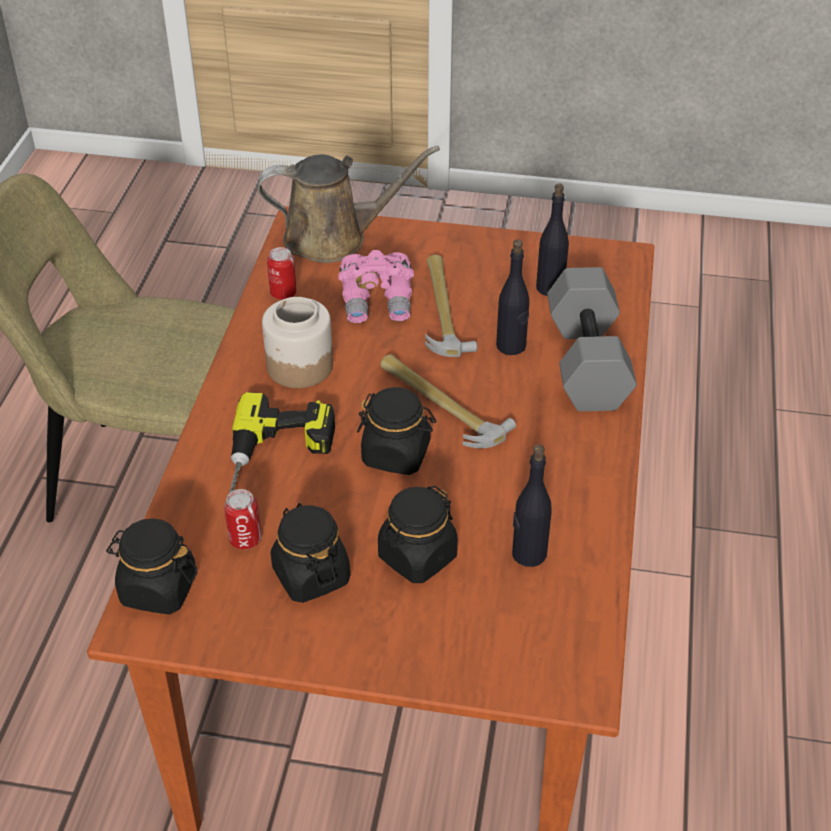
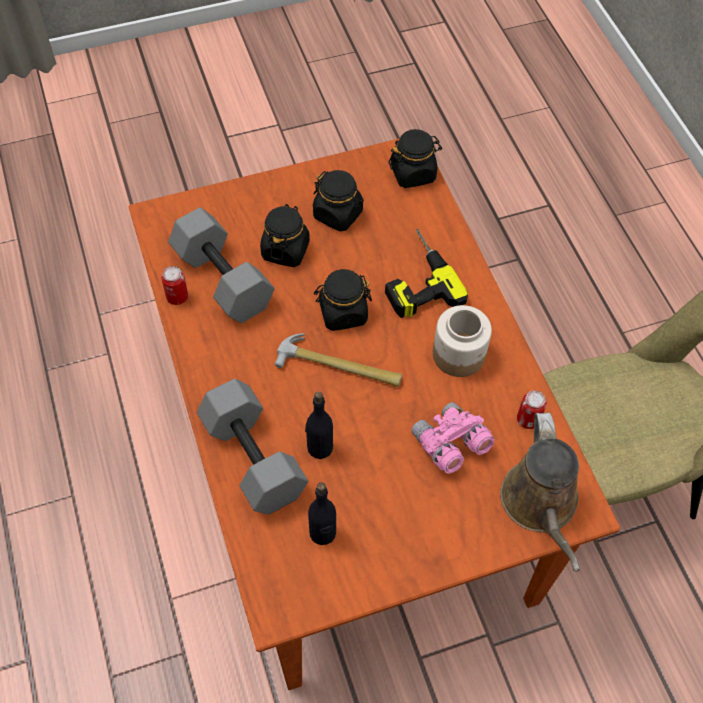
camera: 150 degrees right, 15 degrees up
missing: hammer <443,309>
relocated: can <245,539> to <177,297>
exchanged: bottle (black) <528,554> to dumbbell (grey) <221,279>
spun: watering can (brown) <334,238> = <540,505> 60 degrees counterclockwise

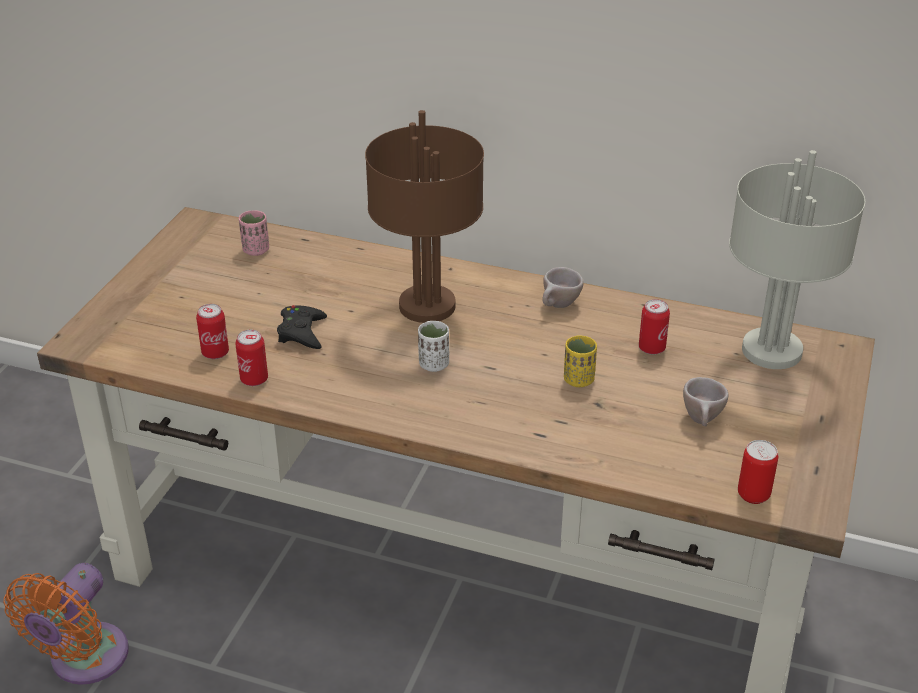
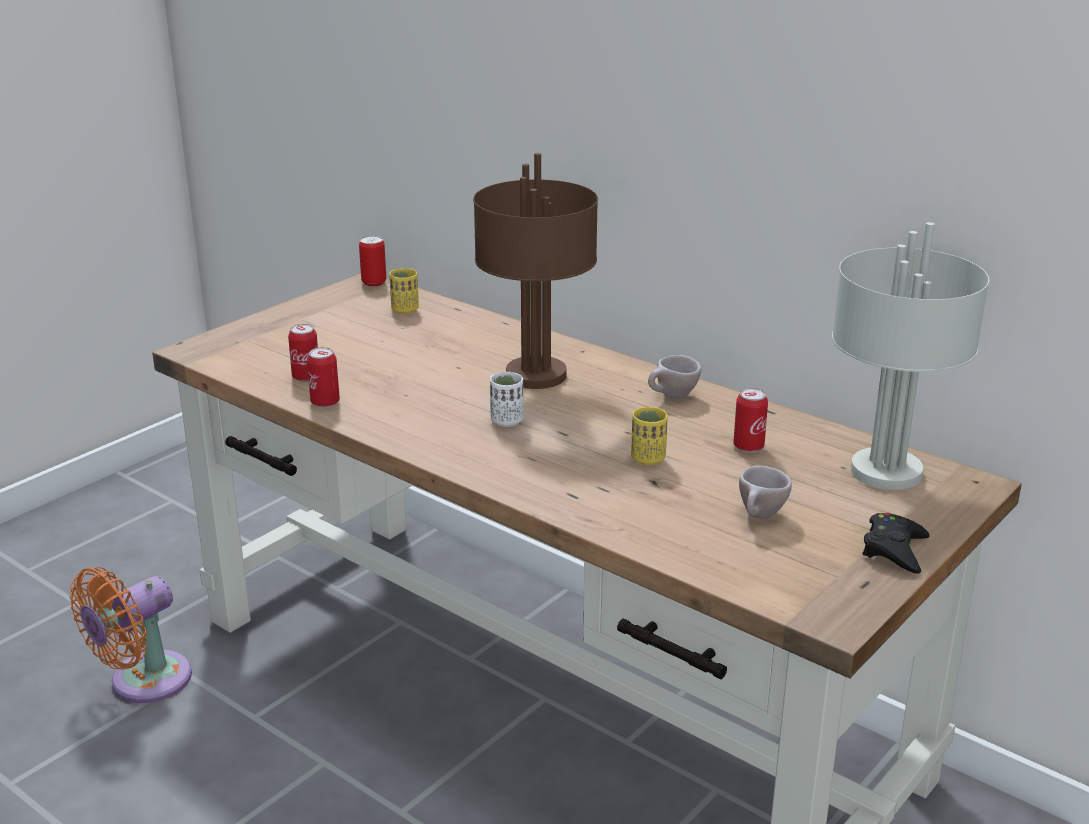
camera: 20 degrees right, 10 degrees down
relocated: game controller (black) <302,332> to <894,550>; can <753,495> to <374,282>
colour: cup (pink) <256,250> to cup (yellow) <405,310>

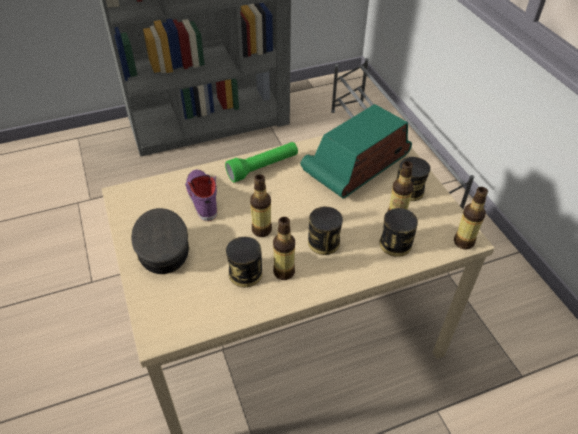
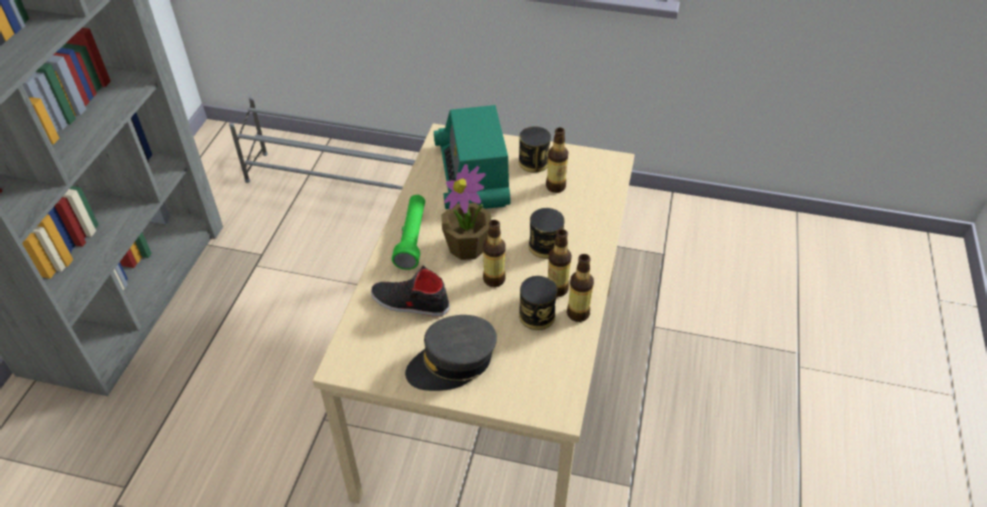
camera: 55 degrees left, 0 degrees up
missing: can <395,244>
appeared: potted plant <467,247>
relocated: bottle <463,242> to <578,313>
colour: shoe (purple) <201,198> to shoe (black) <410,303>
spun: cap (grey) <162,248> = <452,362> 45 degrees counterclockwise

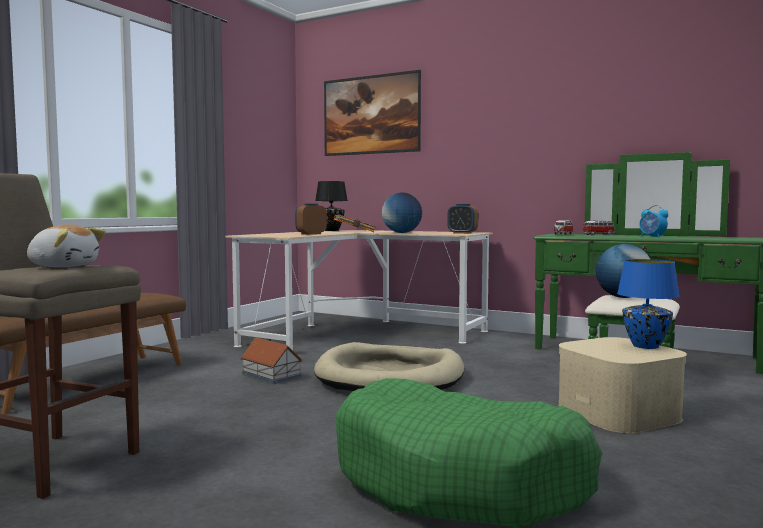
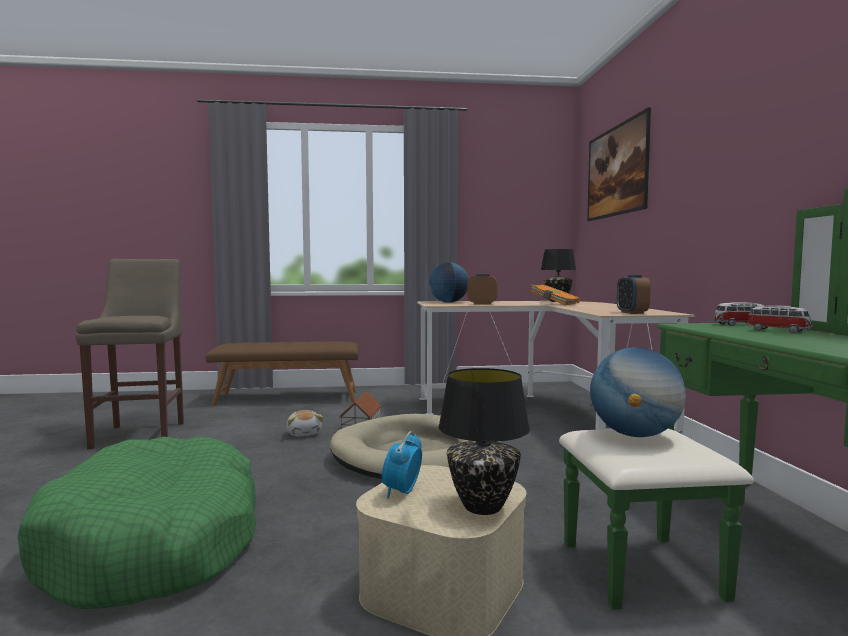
camera: 55 degrees right, 0 degrees up
relocated: plush toy <64,266> to <304,433>; globe <401,233> to <448,302>; alarm clock <652,237> to <402,492>
colour: table lamp (blue) <645,346> to table lamp (black) <483,506>

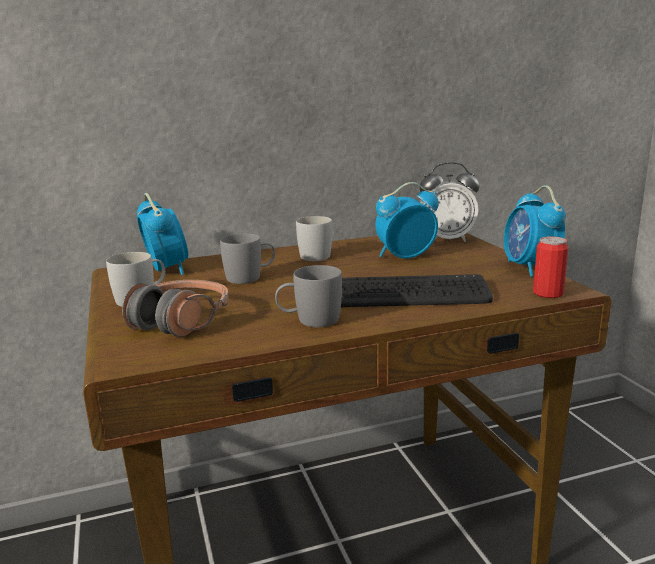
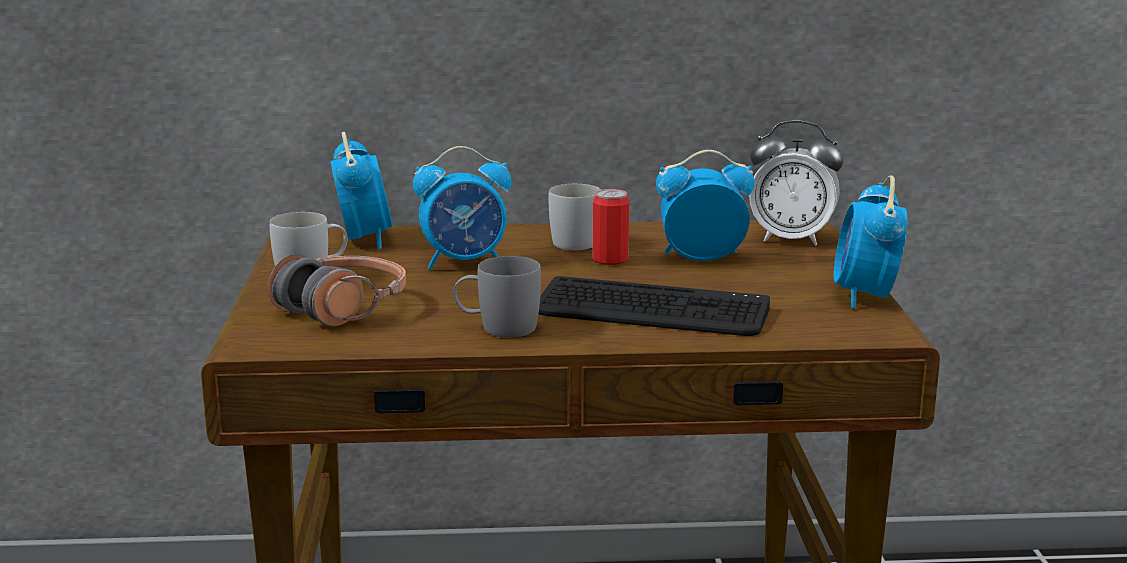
camera: 15 degrees right, 0 degrees up
relocated: can <548,293> to <610,259>
exchanged: mug (grey) <250,277> to alarm clock <465,263>

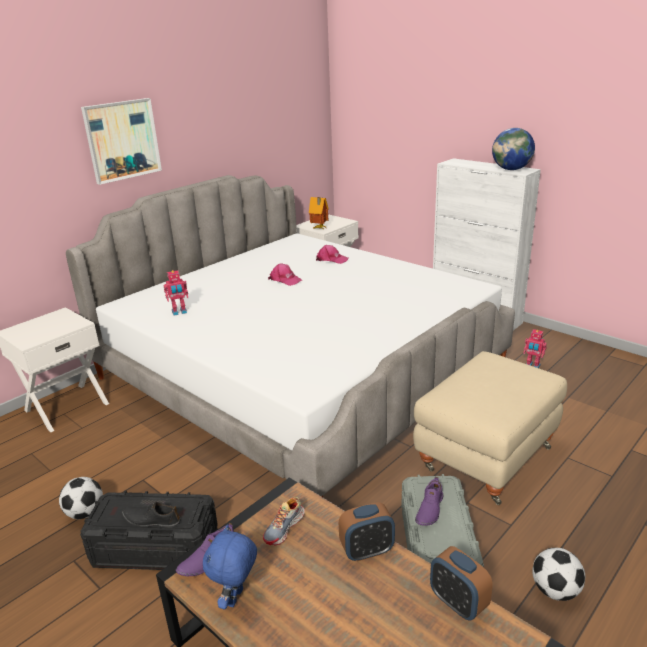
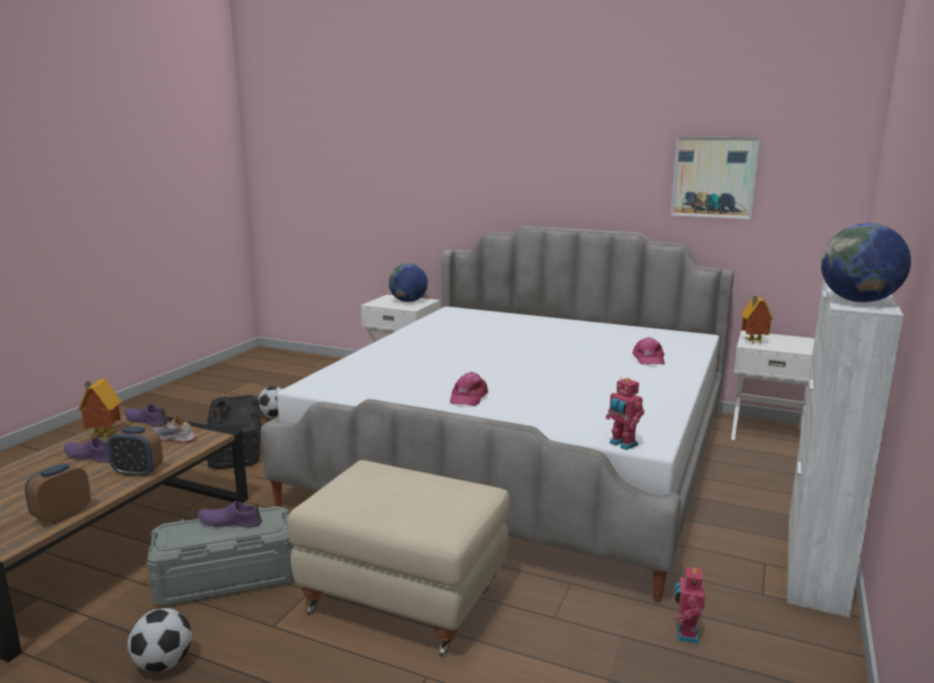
camera: 70 degrees right, 10 degrees down
appeared: shoe (purple) <90,456>; globe <408,301>
relocated: picture <122,140> to <714,177>; toy robot <179,312> to <622,444>; cap (pink) <285,280> to <468,397>
exchanged: plush toy (blue) <236,598> to toy house <102,435>
spun: alarm clock <367,551> = <138,472> 45 degrees counterclockwise

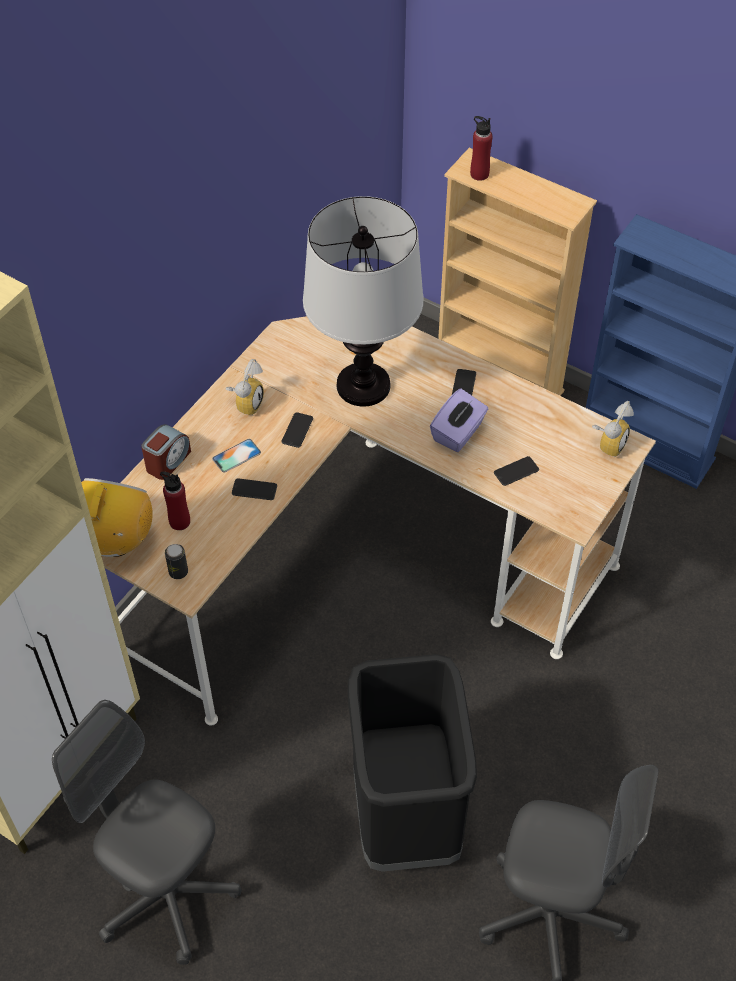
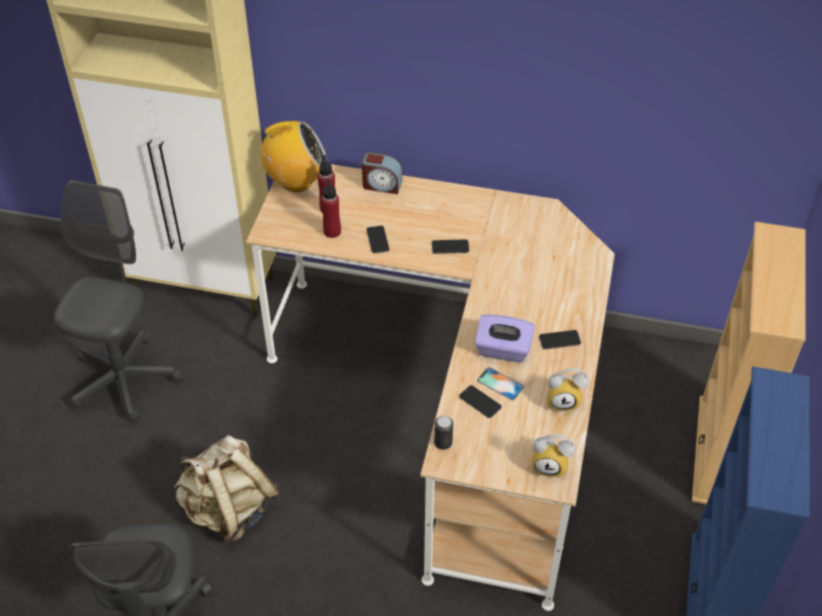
camera: 70 degrees right, 5 degrees down
missing: table lamp <362,385>
relocated: can <178,572> to <443,443>; phone <236,456> to <500,384>; alarm clock <246,403> to <563,400>; bottle (red) <479,174> to <332,231>
exchanged: trash can (black) <407,816> to backpack (beige) <229,510>

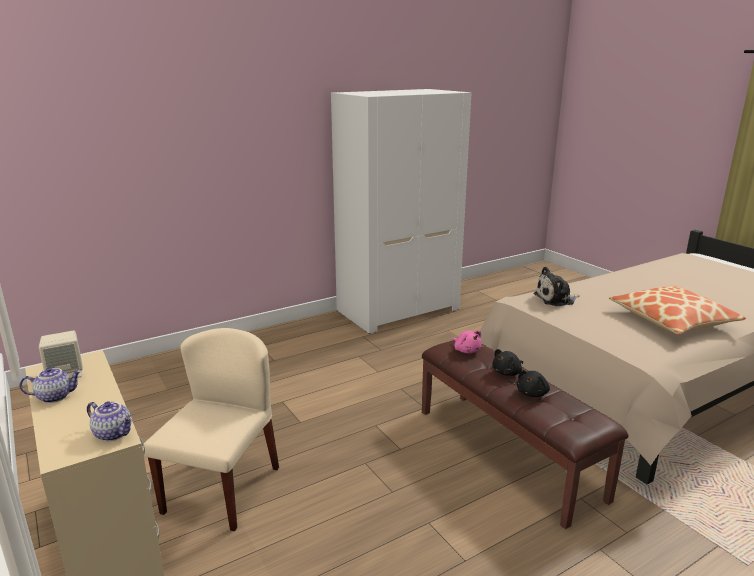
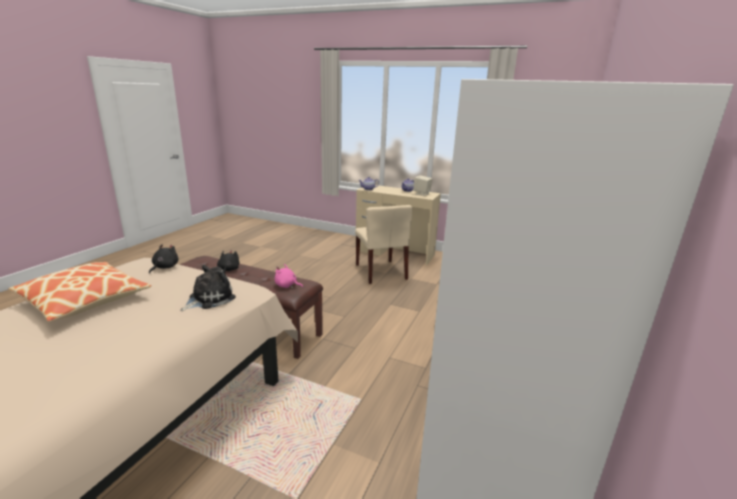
camera: 145 degrees right, 0 degrees up
relocated: plush toy (black) <507,373> to <164,267>

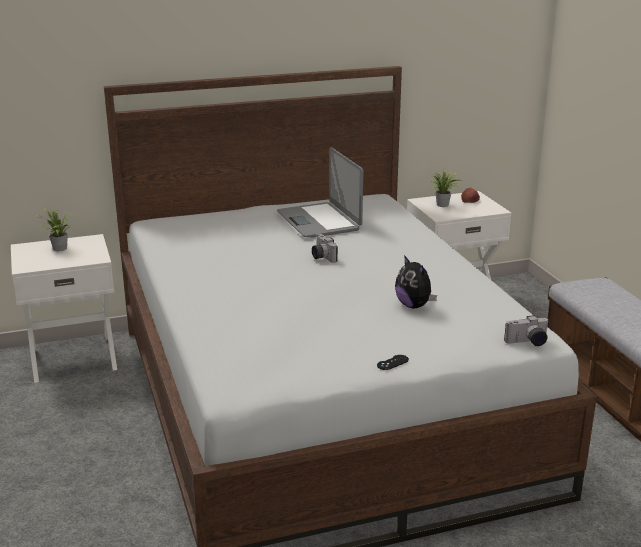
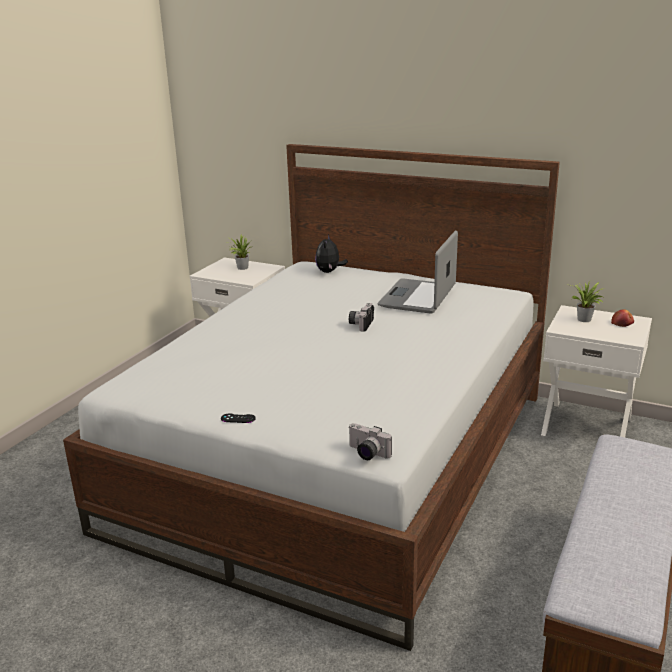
camera: 45 degrees right, 0 degrees up
relocated: plush toy <414,305> to <329,272>

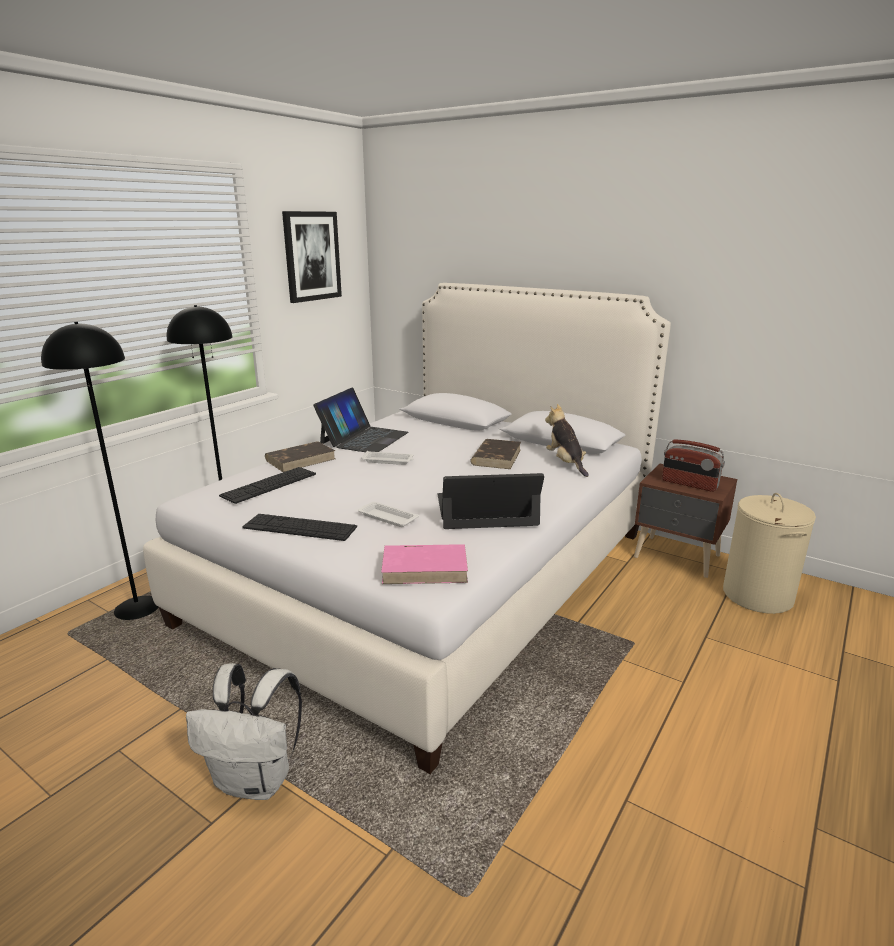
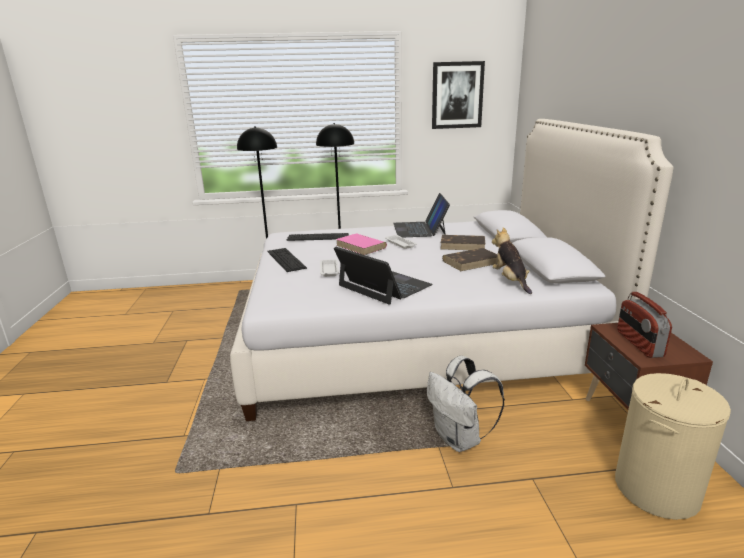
camera: 50 degrees right, 0 degrees up
relocated: backpack (white) <256,780> to <460,439>; book (brown) <301,459> to <463,245>; book (pink) <425,568> to <361,246>
spun: laptop <364,438> = <419,229> 105 degrees clockwise; plush toy <565,463> = <510,281> 45 degrees counterclockwise

